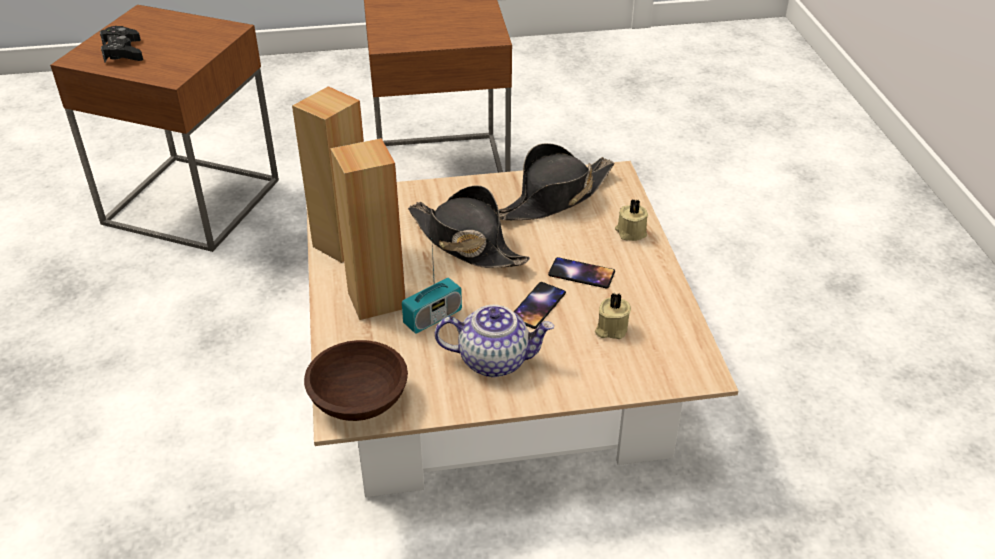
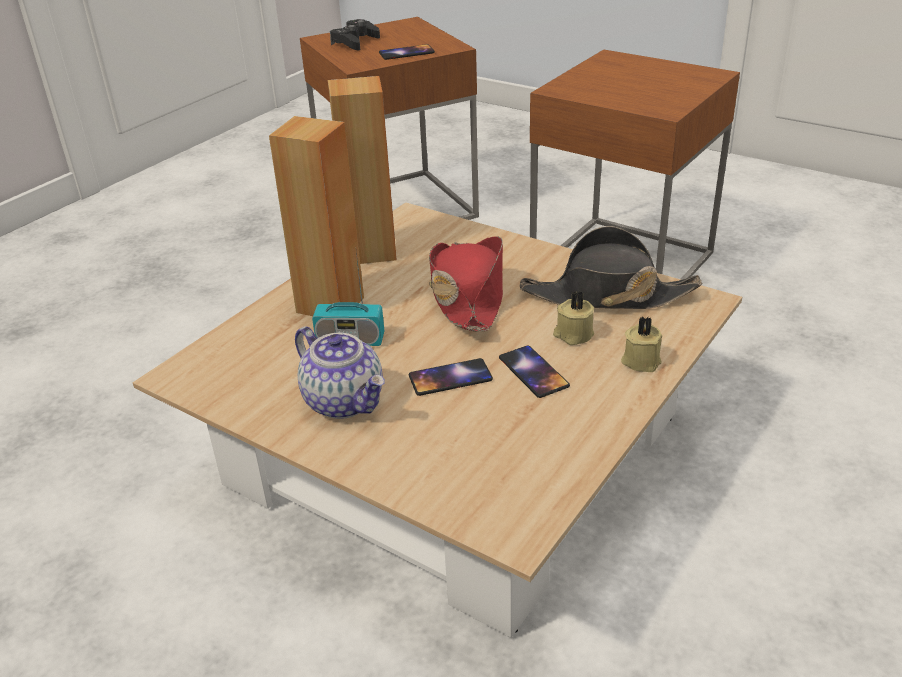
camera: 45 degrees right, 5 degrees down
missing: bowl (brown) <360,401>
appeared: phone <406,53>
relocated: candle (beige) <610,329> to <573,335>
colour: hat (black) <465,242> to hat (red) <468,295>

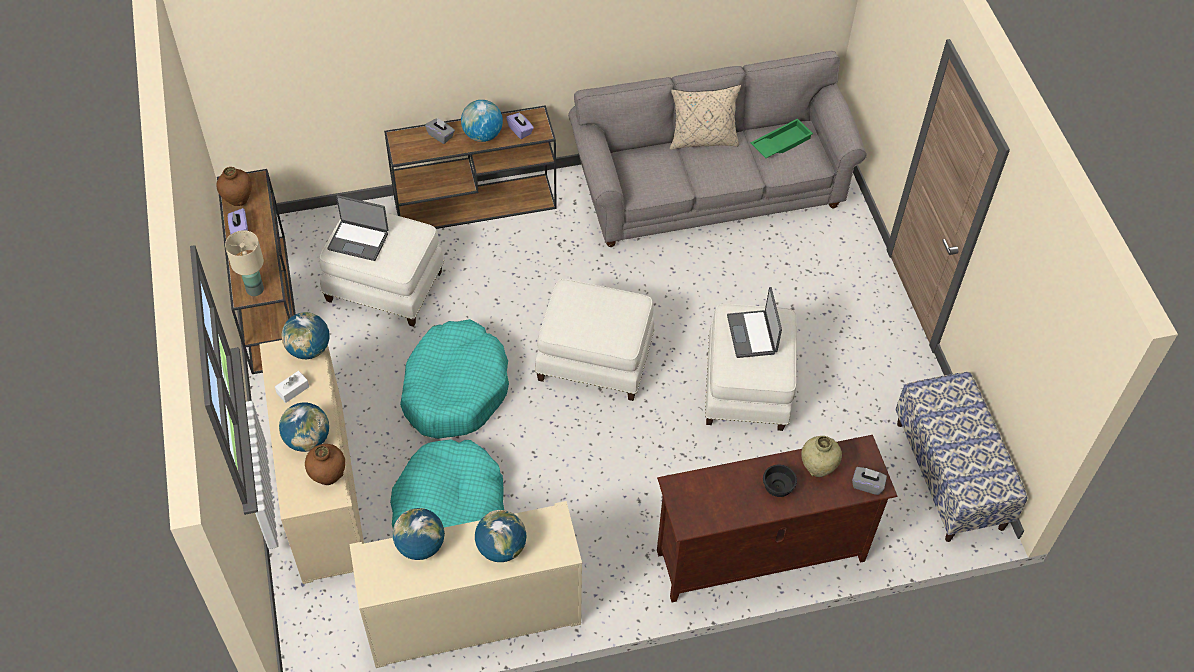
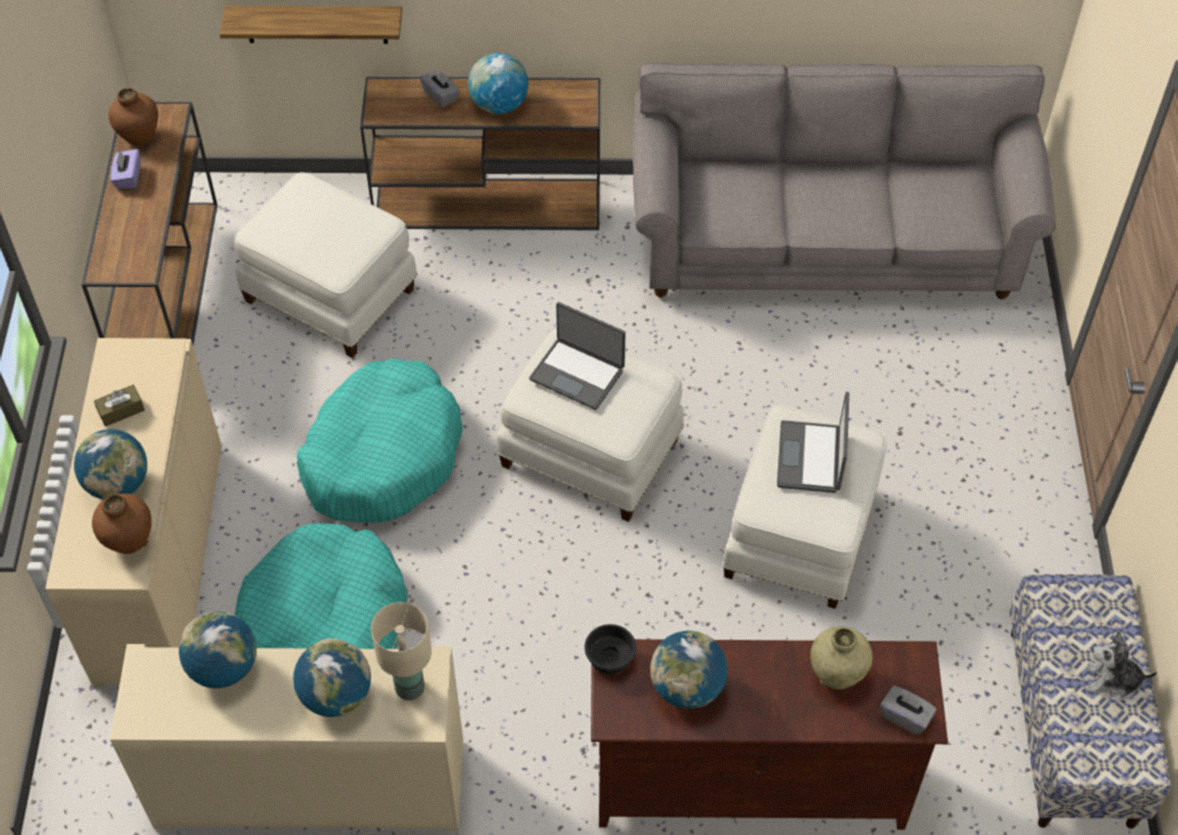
camera: 15 degrees right, 0 degrees up
missing: tissue box (purple) <520,130>; pillow (beige) <702,139>; tray (green) <780,142>
appeared: shelf <316,24>; plush toy <1112,681>
relocated: table lamp (beige) <254,289> to <409,686>; globe <309,349> to <687,687>; laptop <359,240> to <578,373>; bowl (black) <777,488> to <609,659>
colour: tissue box (white) <293,390> to tissue box (brown) <121,410>

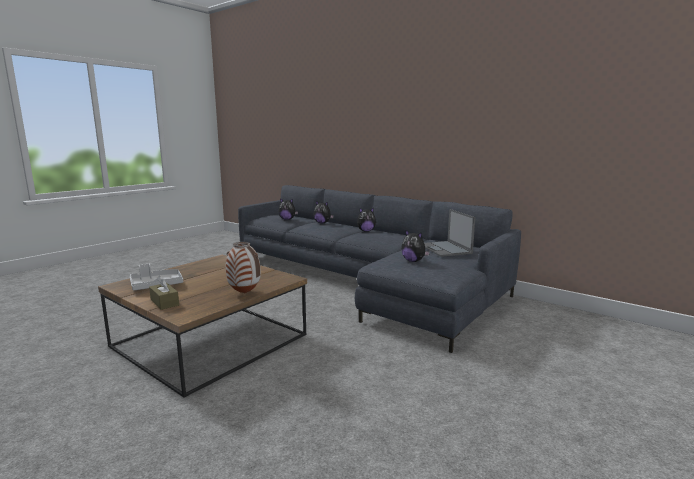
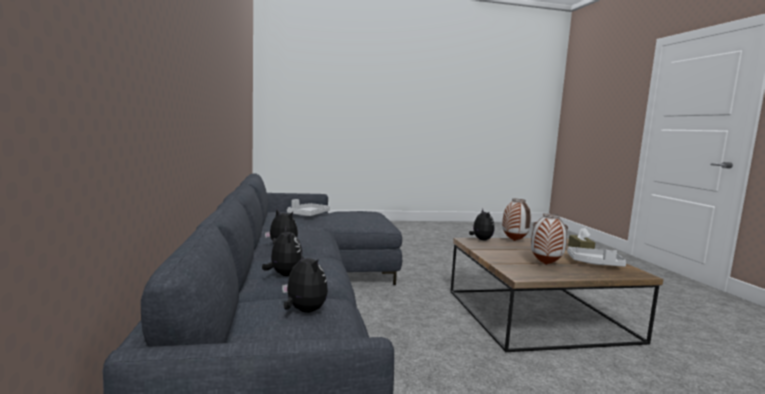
camera: 140 degrees left, 5 degrees down
appeared: vase <545,264>
relocated: plush toy <413,261> to <481,240>
exchanged: laptop <445,249> to tray (grey) <308,215>

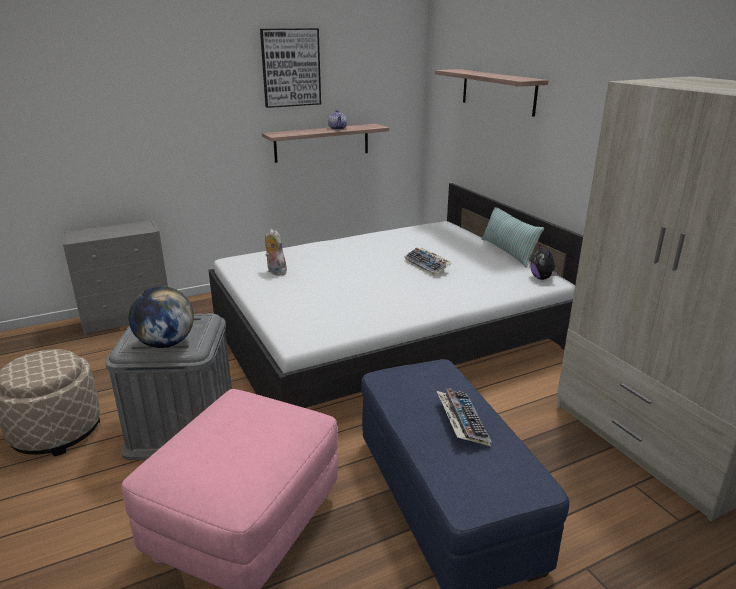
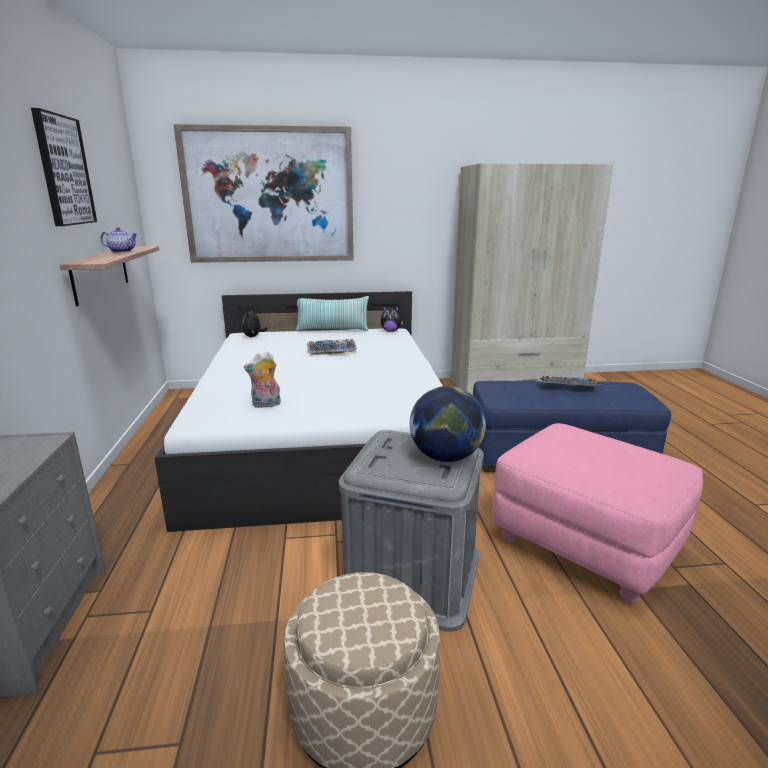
camera: 70 degrees left, 5 degrees down
appeared: plush toy <253,336>
exchanged: shelf <498,91> to picture <269,196>

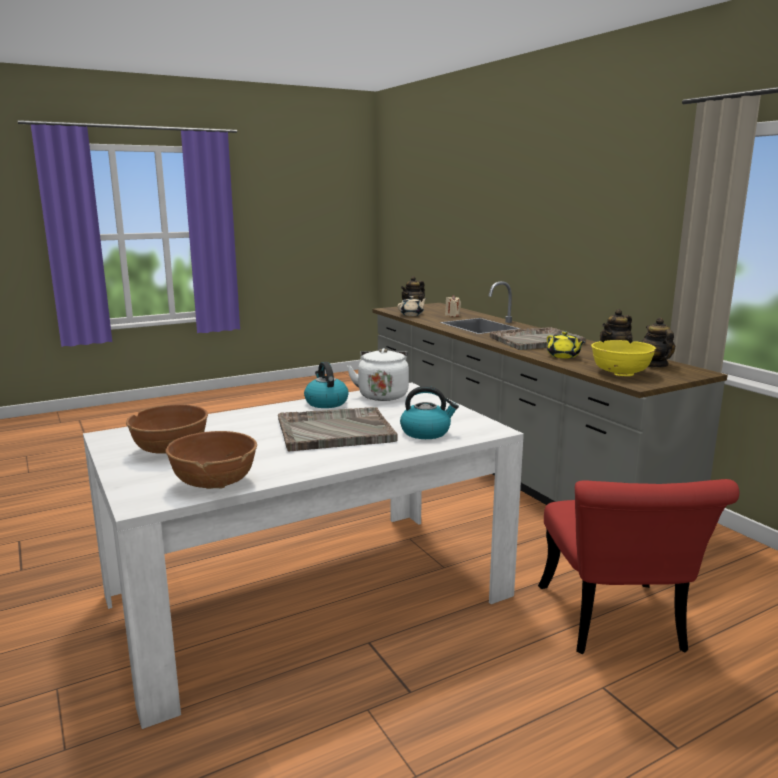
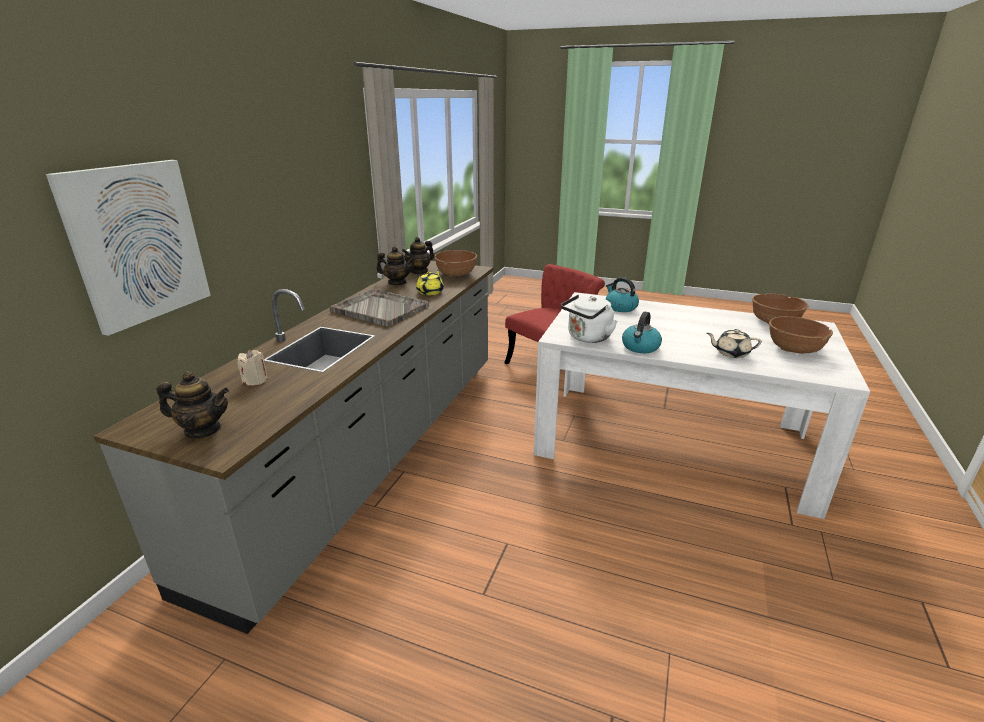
camera: 130 degrees left, 10 degrees up
missing: tray (grey) <334,431>
appeared: picture <137,243>
relocated: teapot (beige) <412,314> to <730,353>
colour: bowl (yellow) <620,373> to bowl (brown) <456,274>

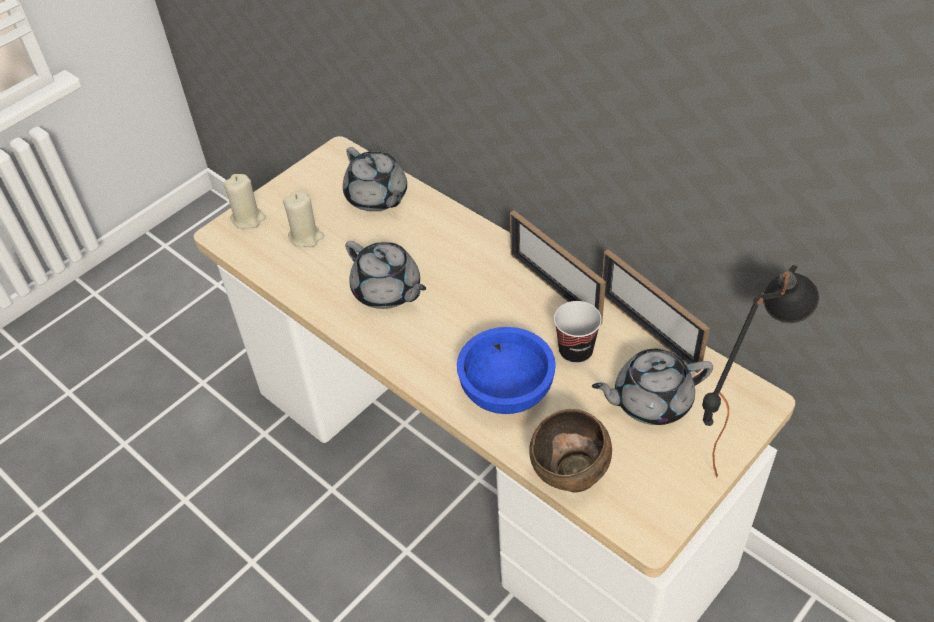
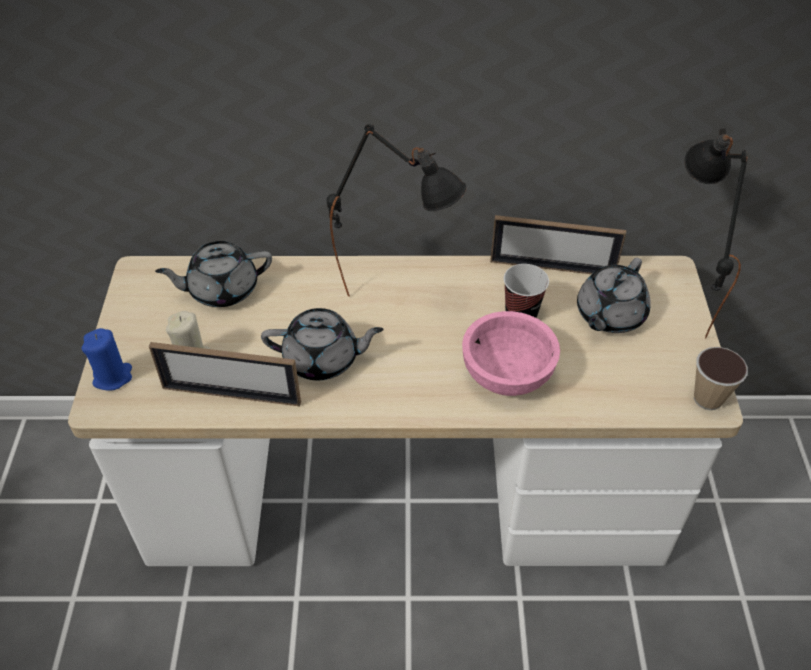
camera: 45 degrees left, 0 degrees up
missing: bowl (brown) <570,478>
appeared: table lamp (black) <395,294>; cup <708,399>
relocated: picture frame <554,288> to <231,395>
colour: candle (beige) <248,218> to candle (blue) <113,376>; bowl (blue) <507,390> to bowl (pink) <507,374>
spun: teapot (grey) <377,197> = <222,289> 150 degrees clockwise

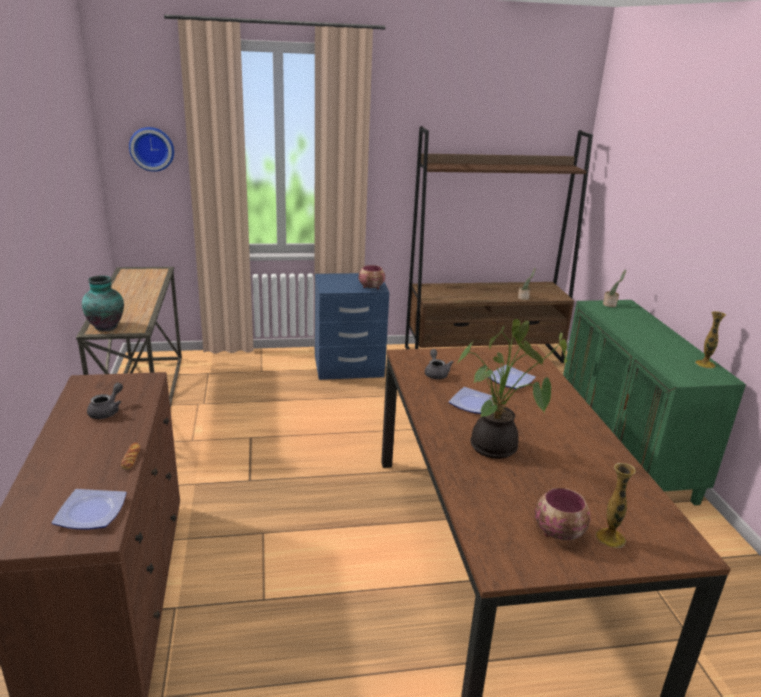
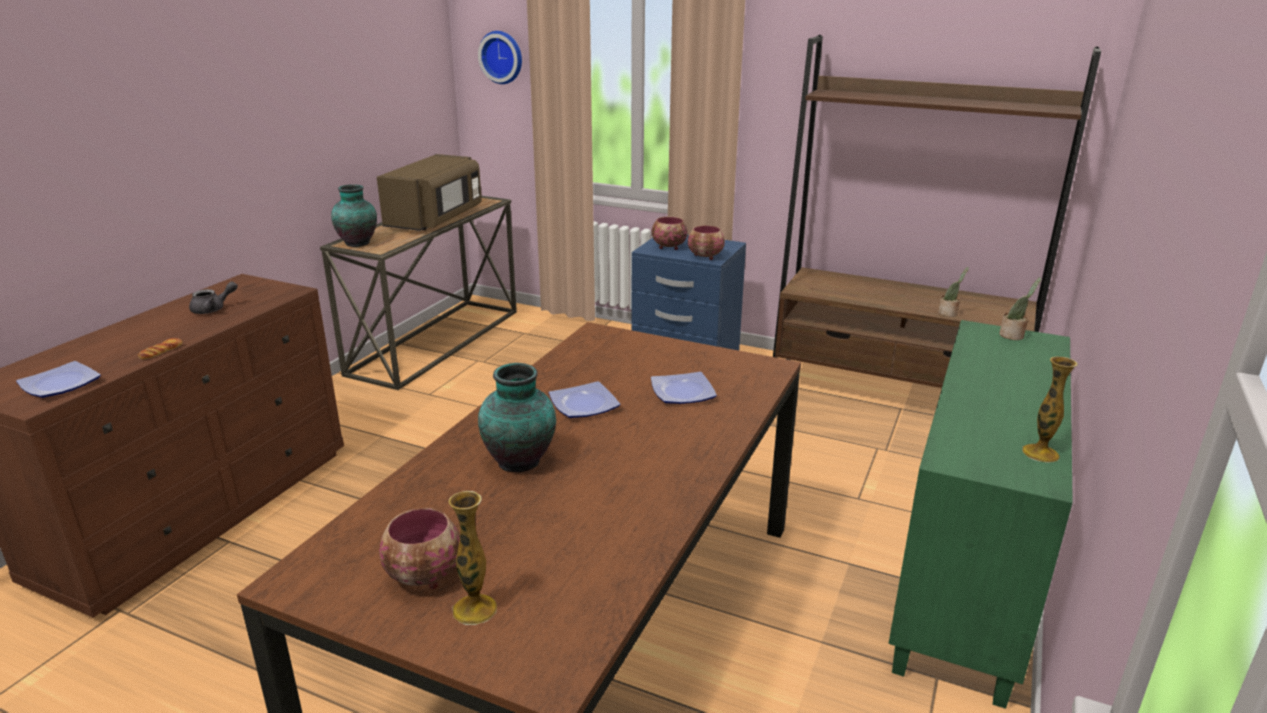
camera: 35 degrees right, 0 degrees up
missing: teapot (grey) <436,373>
appeared: microwave (brown) <436,219>; bowl <668,247>
exchanged: potted plant <497,449> to vase <521,461>

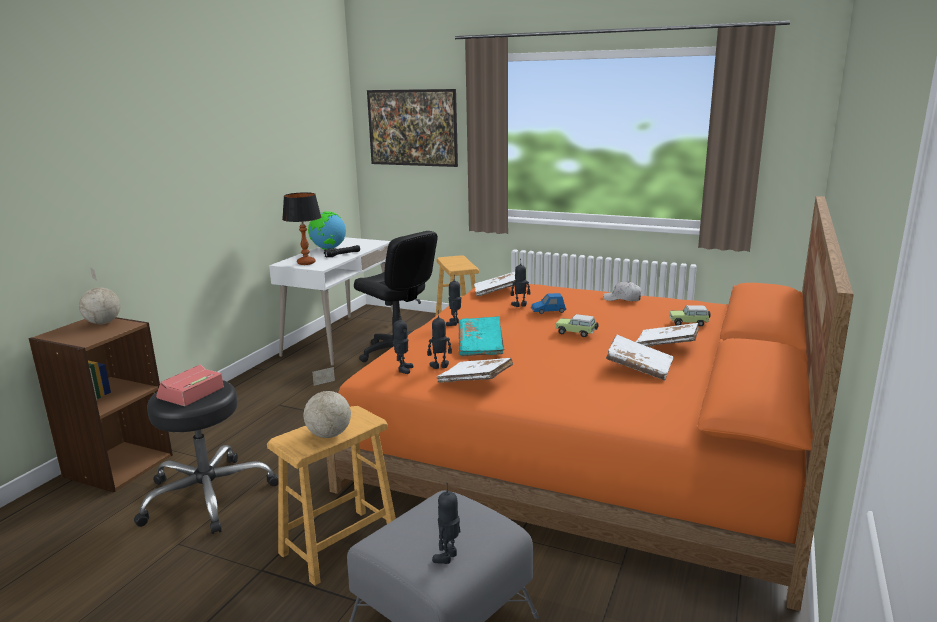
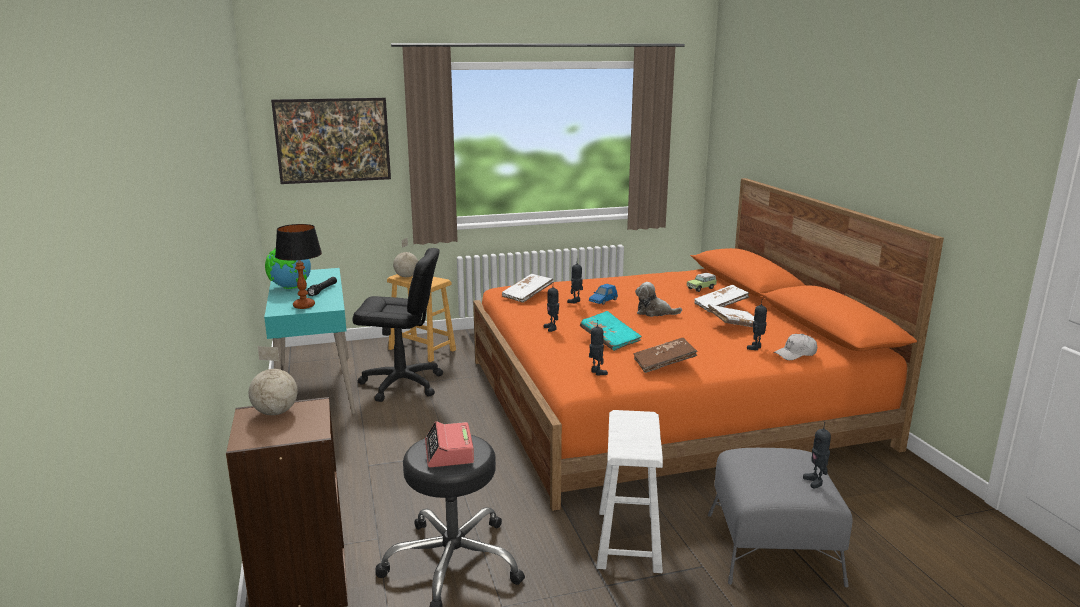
camera: 40 degrees left, 0 degrees up
relocated: globe <330,435> to <407,276>; toy robot <440,367> to <756,348>; cap (white) <622,299> to <795,354>
exchanged: toy car <576,333> to plush toy <654,312>
colour: stool (brown) <339,545> to stool (white) <628,540>; desk (white) <341,339> to desk (turquoise) <315,388>; book (white) <475,381> to book (brown) <664,364>

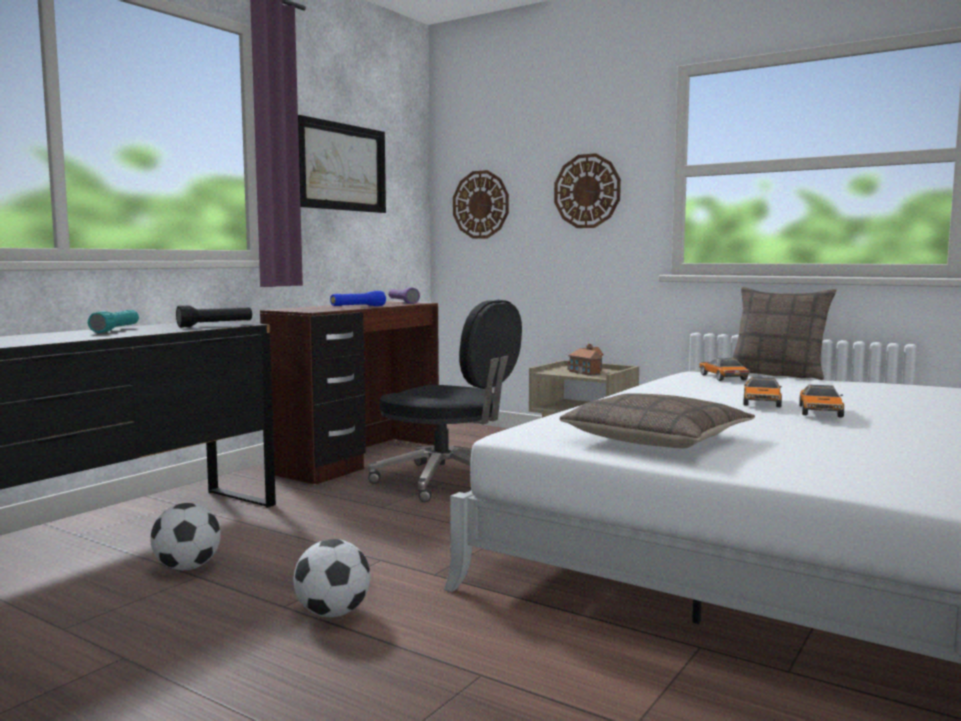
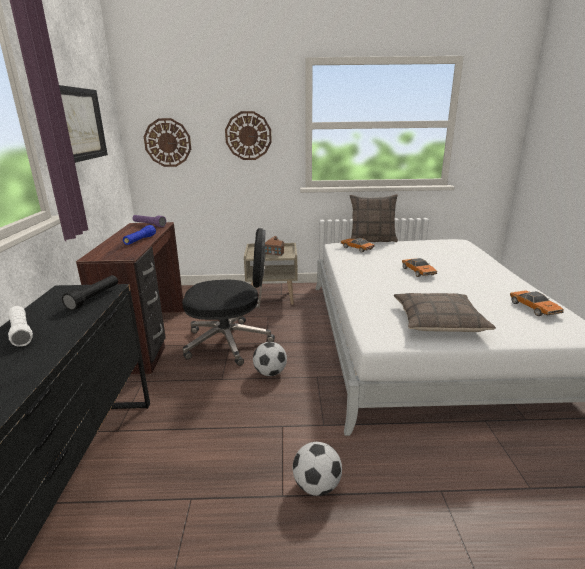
camera: 35 degrees left, 15 degrees up
relocated: football <187,568> to <270,373>; toy car <820,411> to <534,308>
colour: flashlight (turquoise) <116,329> to flashlight (white) <21,332>

